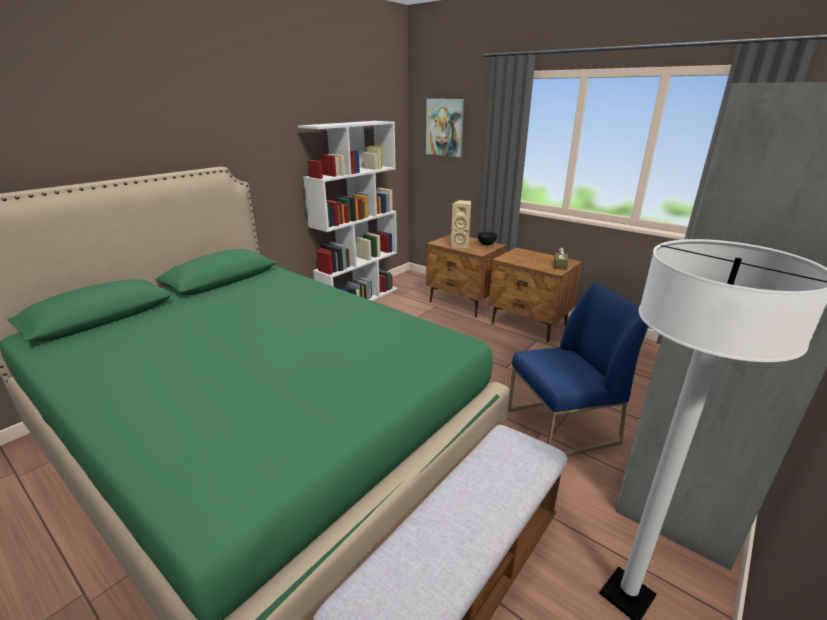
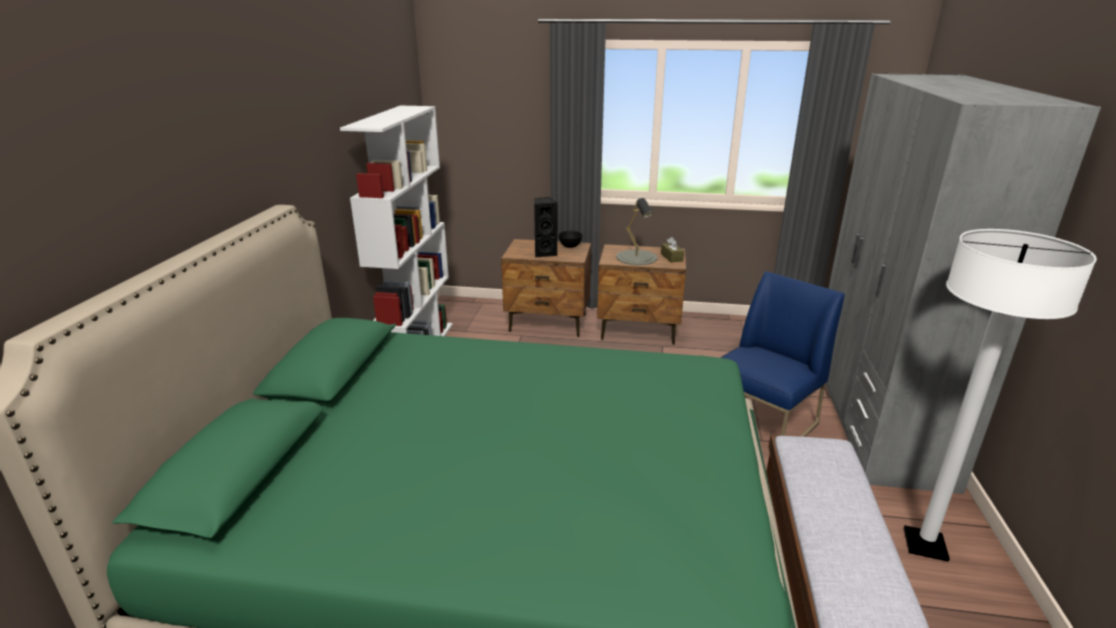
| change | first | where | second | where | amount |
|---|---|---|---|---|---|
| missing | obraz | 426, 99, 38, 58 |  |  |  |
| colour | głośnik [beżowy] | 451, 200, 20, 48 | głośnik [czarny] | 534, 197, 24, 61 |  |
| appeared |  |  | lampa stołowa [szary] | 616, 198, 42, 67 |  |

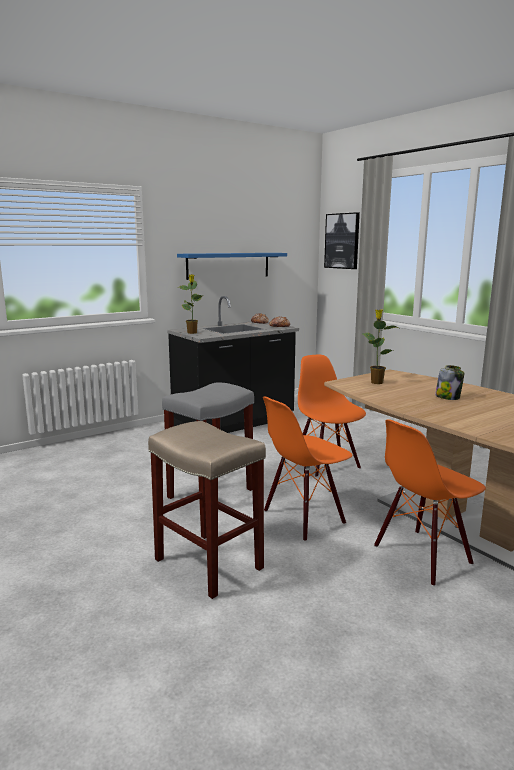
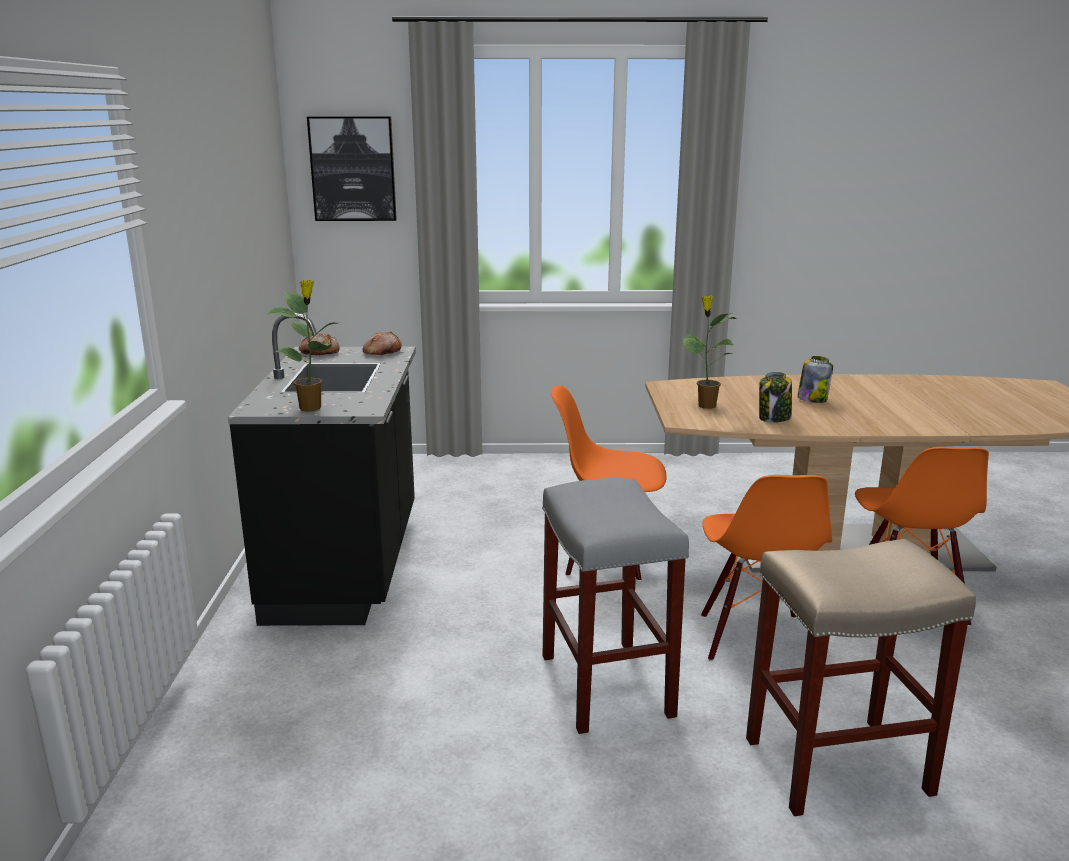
| change | first | where | second | where | amount |
|---|---|---|---|---|---|
| missing | półka [niebieski] | 177, 253, 110, 27 |  |  |  |
| appeared |  |  | słoik | 759, 372, 33, 51 |  |

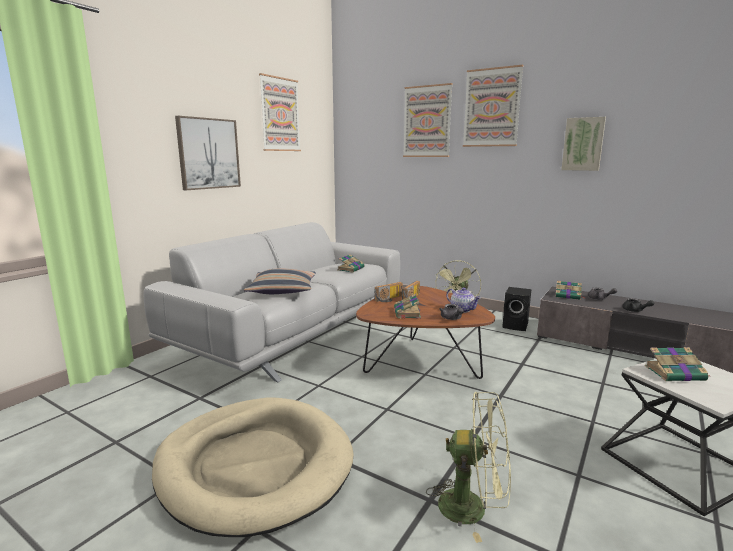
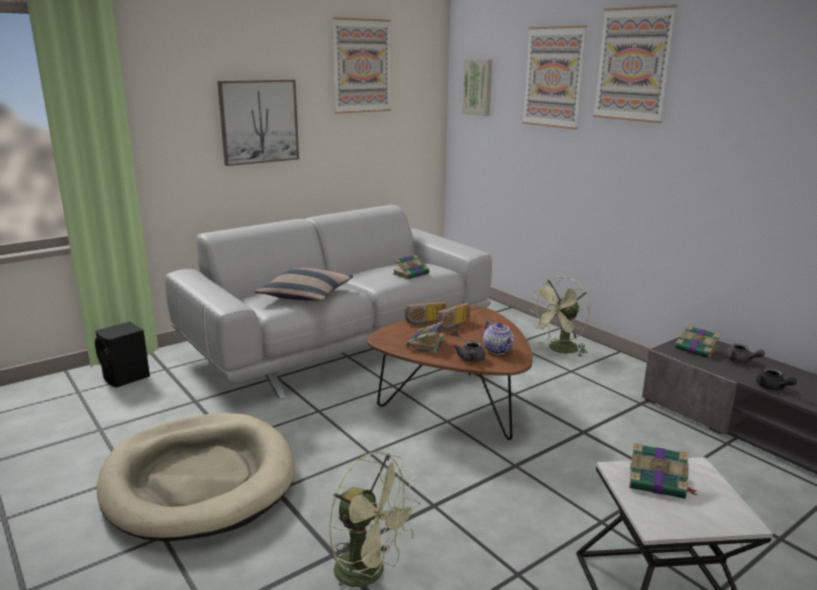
| change | first | where | second | where | amount |
|---|---|---|---|---|---|
| relocated | głośnik [czarny] | 502, 287, 30, 44 |  | 95, 322, 55, 66 |  |
| relocated | obraz | 561, 117, 45, 54 |  | 462, 59, 30, 57 |  |

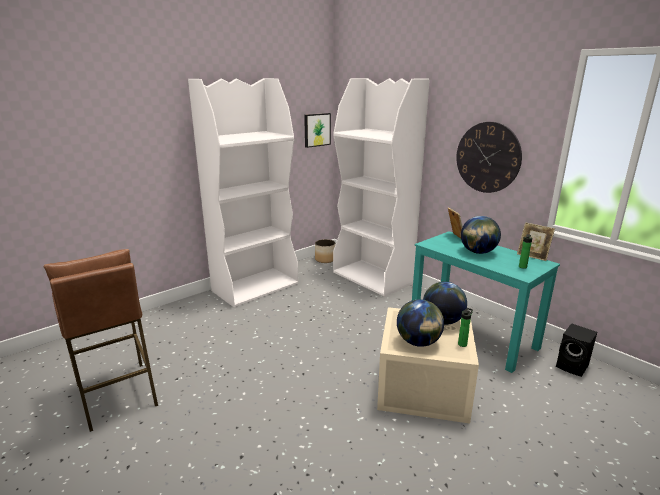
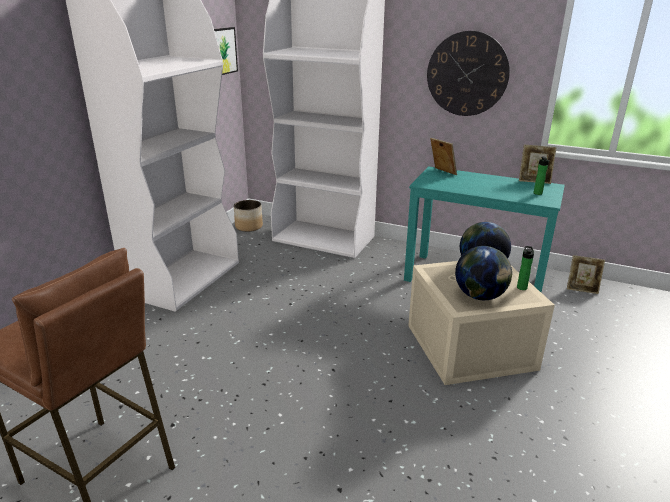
| change | first | where | second | where | amount |
|---|---|---|---|---|---|
| missing | globus | 461, 216, 40, 38 |  |  |  |
| exchanged | głośnik [czarny] | 556, 323, 41, 54 | ramka na zdjęcie | 567, 255, 38, 39 |  |

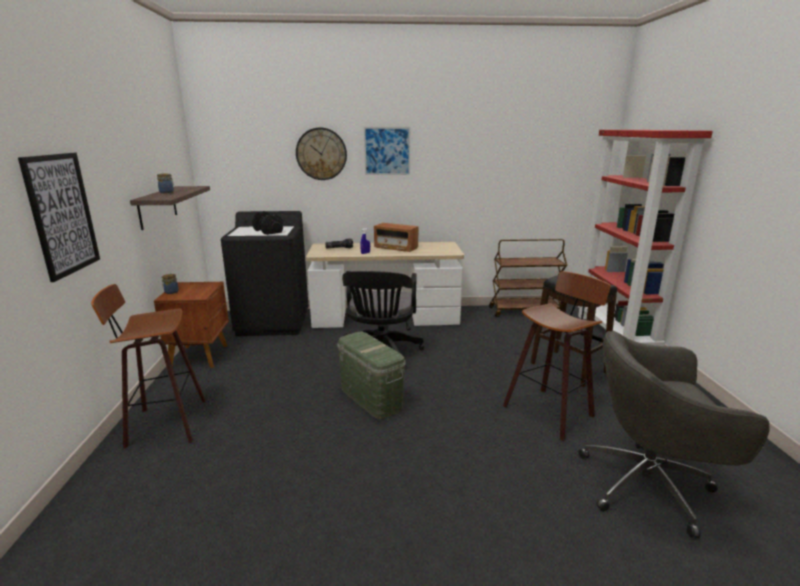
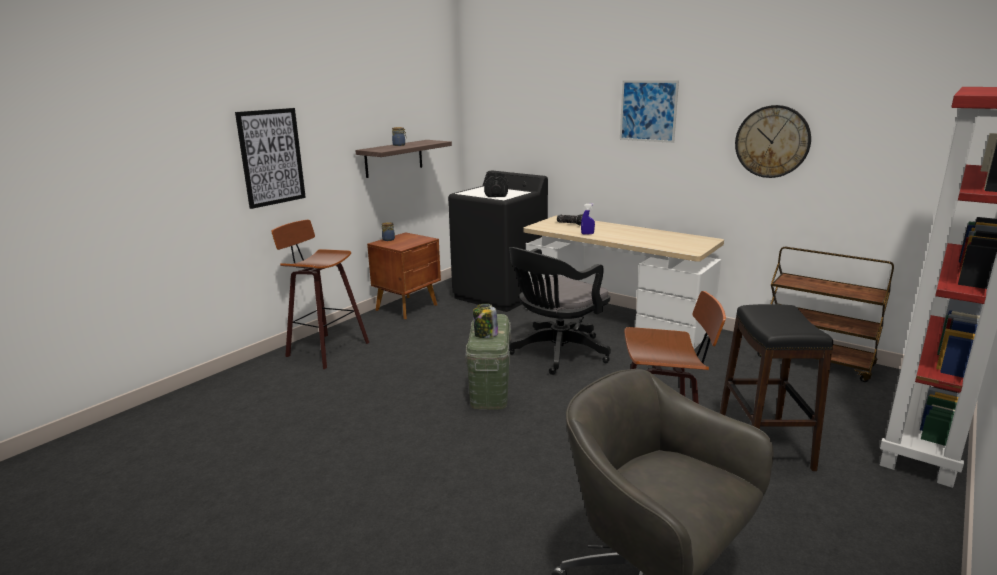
| change | first | where | second | where | amount |
|---|---|---|---|---|---|
| relocated | zegar ścienny | 296, 127, 51, 53 |  | 735, 105, 76, 73 |  |
| missing | radio | 374, 223, 44, 29 |  |  |  |
| appeared |  |  | słoik | 473, 304, 25, 34 |  |

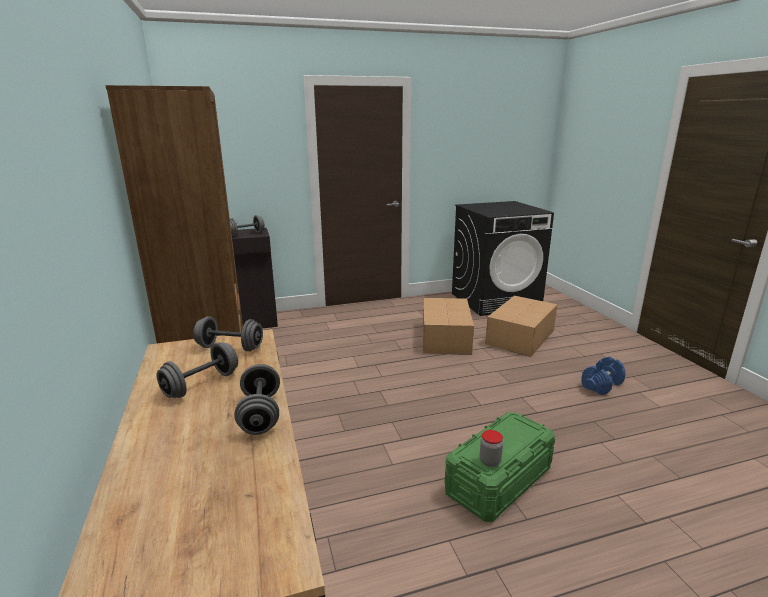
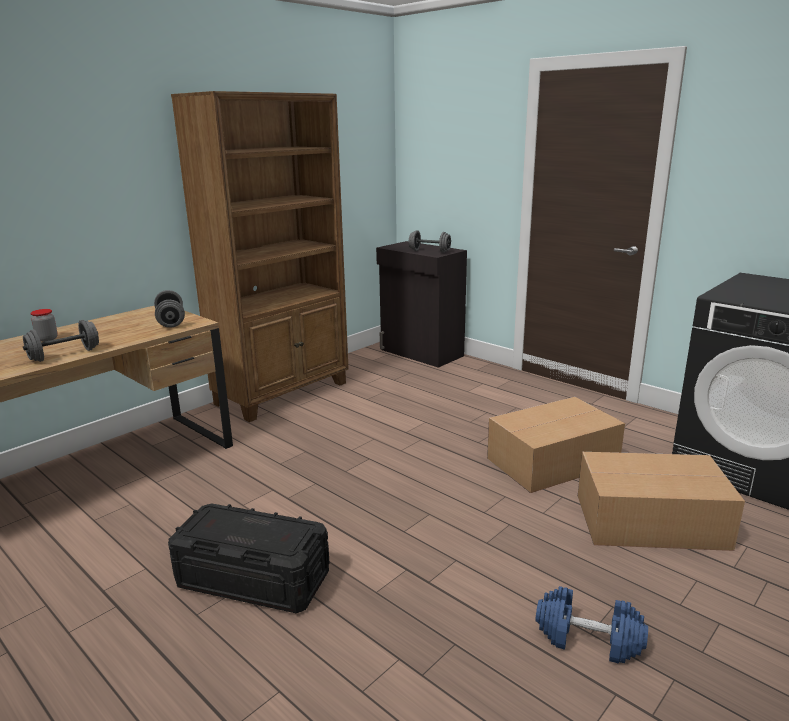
| change | first | where | second | where | amount |
|---|---|---|---|---|---|
| missing | hantel [szary] | 157, 342, 81, 56 |  |  |  |
| colour | pojemnik do przechowywania [zielony] | 445, 412, 110, 110 | pojemnik do przechowywania [czarny] | 168, 503, 162, 110 |  |
| relocated | słoik | 480, 430, 23, 37 |  | 30, 309, 28, 33 |  |

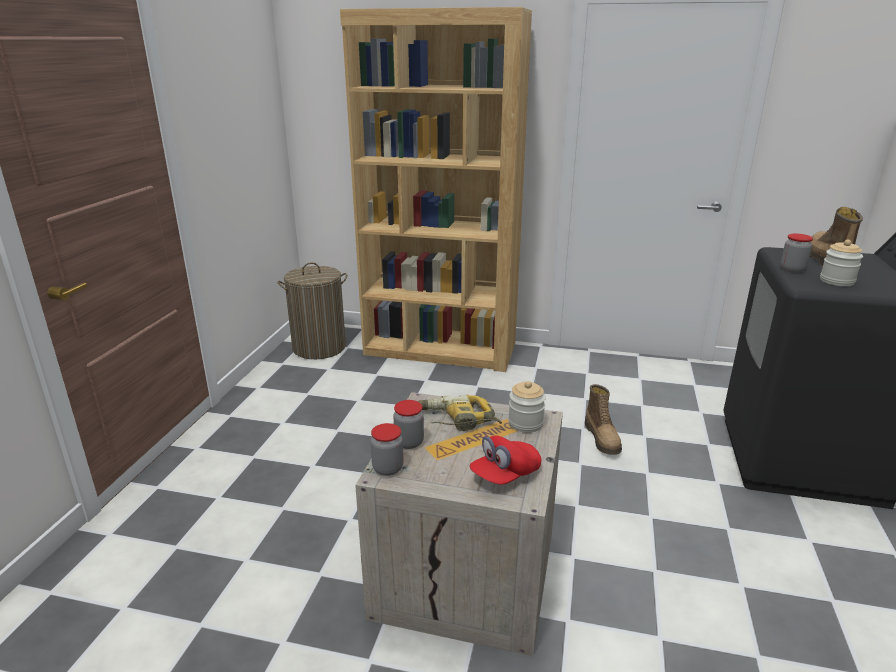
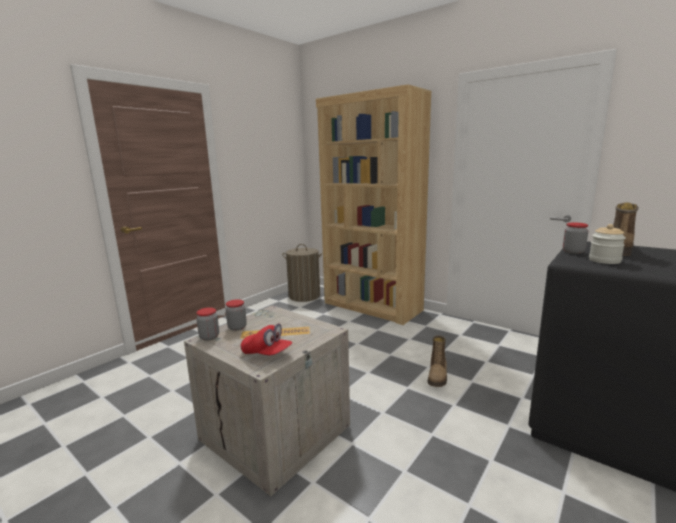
| change | first | where | second | where | amount |
|---|---|---|---|---|---|
| missing | wiertarka | 418, 394, 84, 37 |  |  |  |
| spun | czapka z daszkiem [czerwony] | 469, 436, 72, 49 |  | 241, 323, 51, 32 | 135 degrees counterclockwise |
| missing | słoik | 508, 381, 38, 52 |  |  |  |

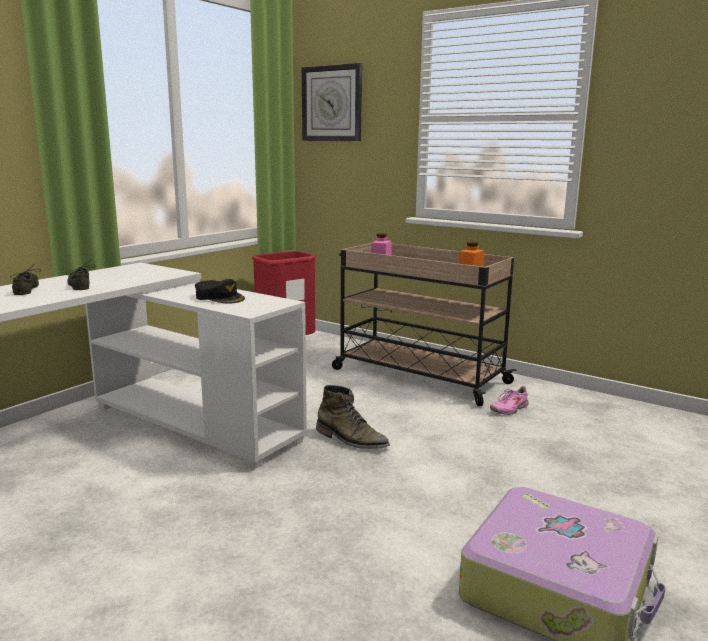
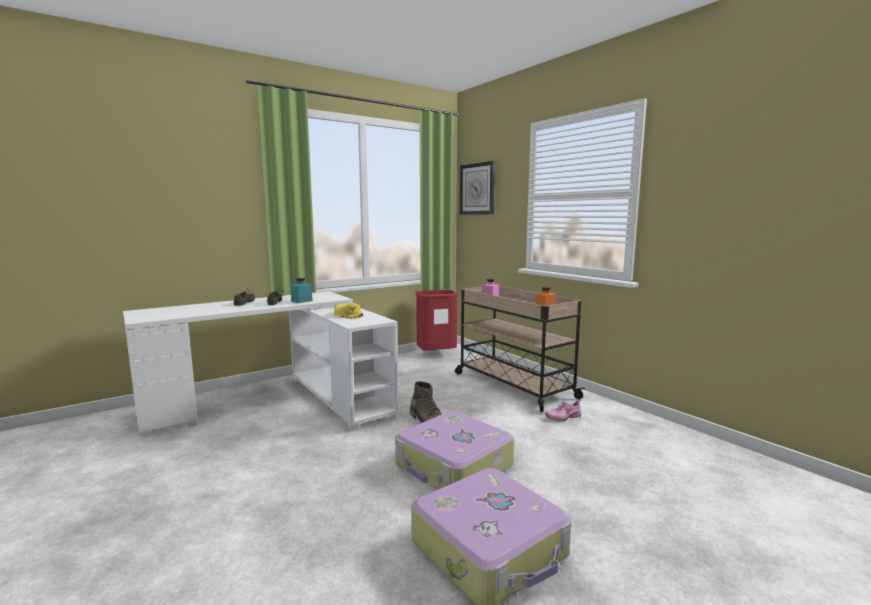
| change | first | where | second | where | amount |
|---|---|---|---|---|---|
| colour | czapka z daszkiem [czarny] | 195, 279, 50, 25 | czapka z daszkiem [żółty] | 334, 303, 29, 16 |  |
| appeared |  |  | słoik [turkusowy] | 291, 278, 22, 25 |  |
| appeared |  |  | walizka | 395, 411, 119, 78 |  |

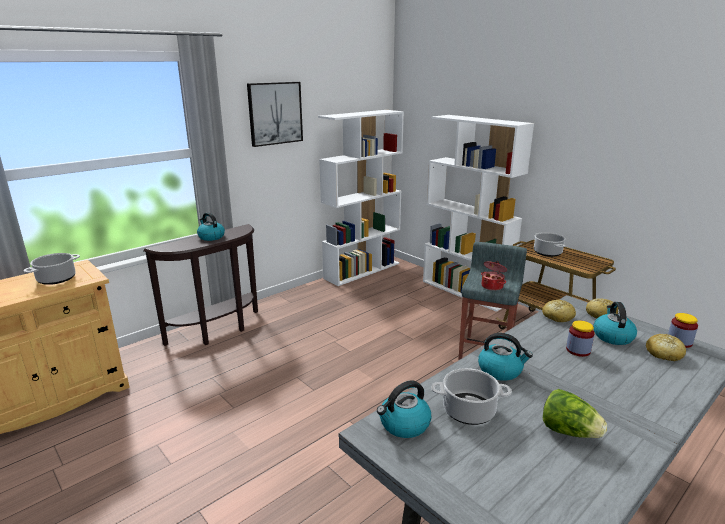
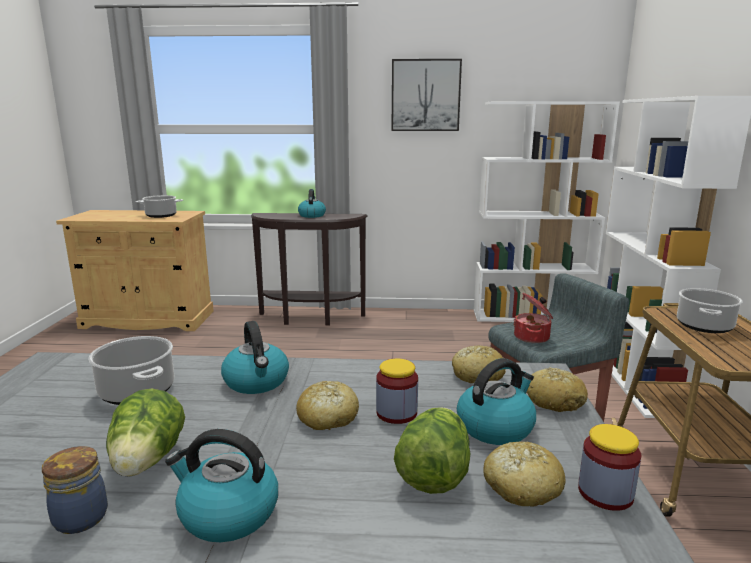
| change | first | where | second | where | amount |
|---|---|---|---|---|---|
| relocated | czajnik | 377, 380, 54, 58 |  | 165, 429, 113, 113 |  |
| appeared |  |  | słoik | 42, 446, 66, 88 |  |
| appeared |  |  | chleb | 296, 381, 63, 49 |  |
| appeared |  |  | sałata | 394, 407, 77, 87 |  |

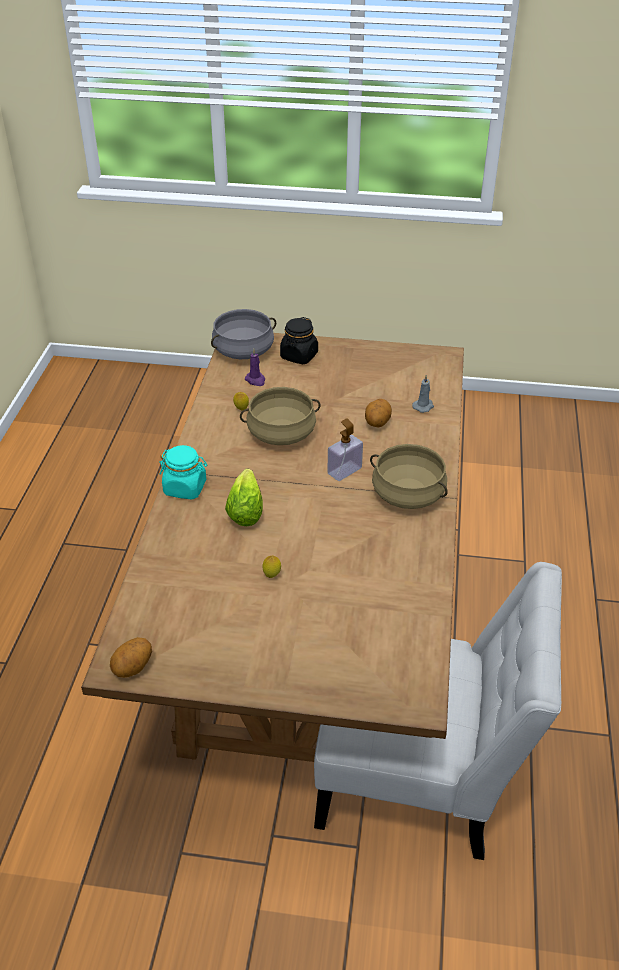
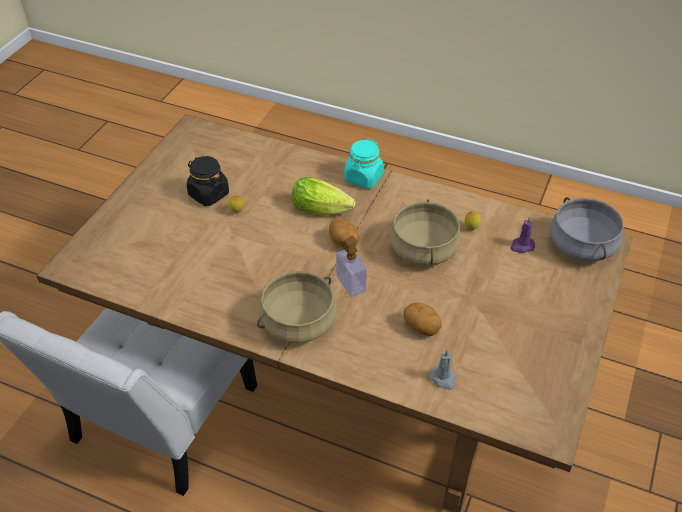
| change | first | where | second | where | amount |
|---|---|---|---|---|---|
| relocated | ziemniak | 110, 637, 42, 41 |  | 329, 219, 30, 28 |  |
| relocated | słoik [czarny] | 280, 317, 38, 47 |  | 187, 156, 42, 50 |  |

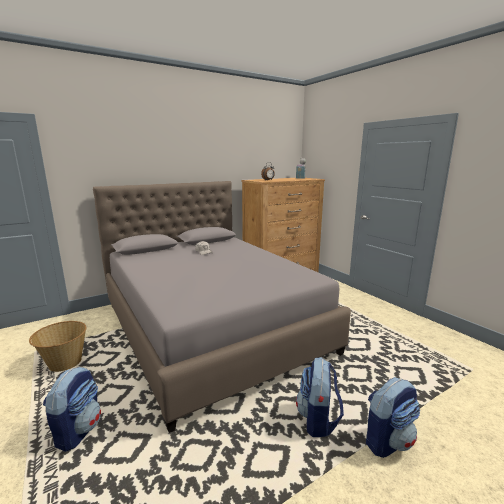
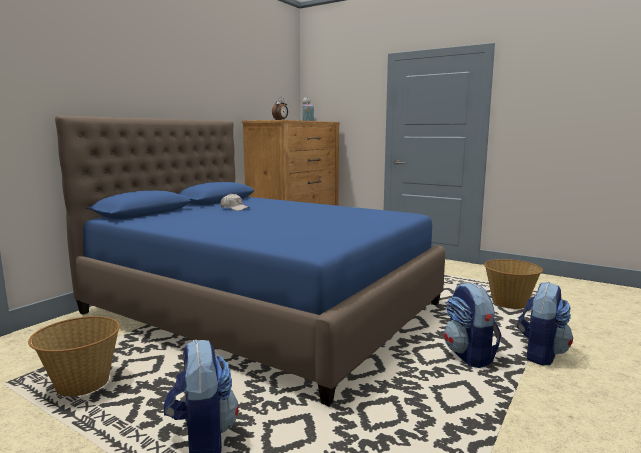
| change | first | where | second | where | amount |
|---|---|---|---|---|---|
| colour | łóżko [szary] | 93, 181, 258, 252 | łóżko [niebieski] | 55, 115, 390, 291 |  |
| appeared |  |  | koszyk | 484, 259, 59, 50 |  |

